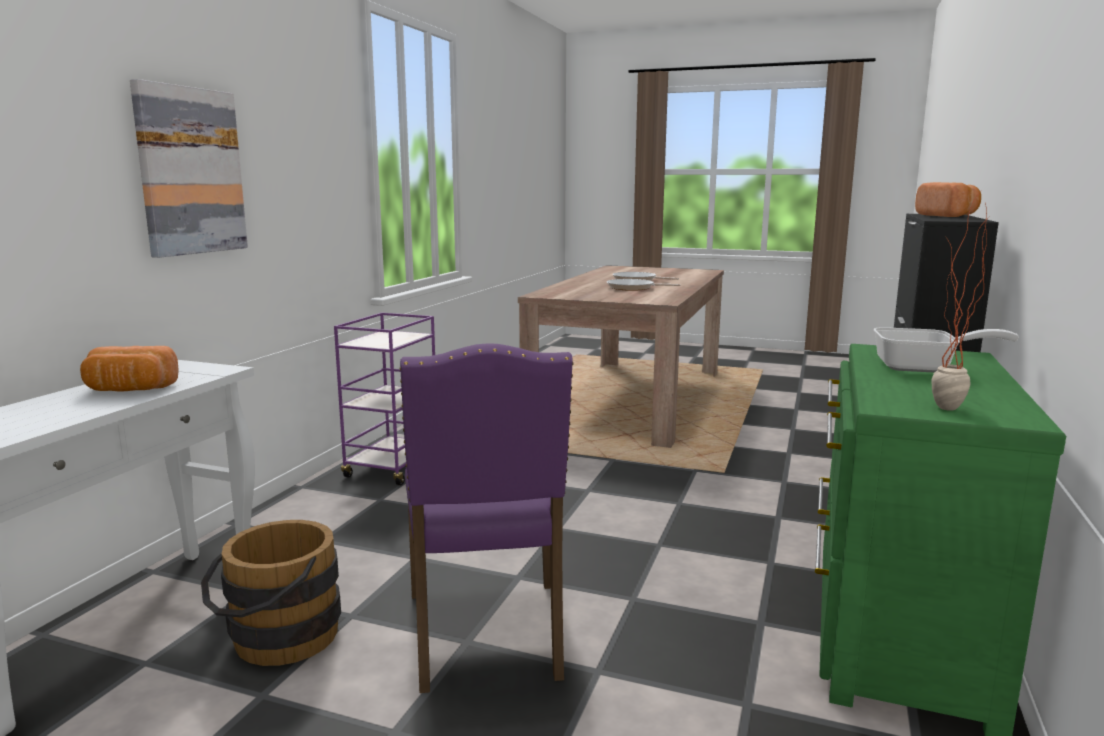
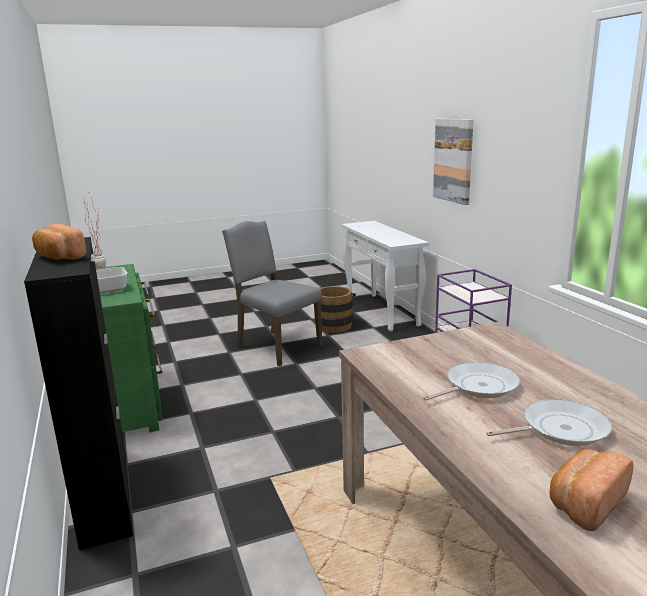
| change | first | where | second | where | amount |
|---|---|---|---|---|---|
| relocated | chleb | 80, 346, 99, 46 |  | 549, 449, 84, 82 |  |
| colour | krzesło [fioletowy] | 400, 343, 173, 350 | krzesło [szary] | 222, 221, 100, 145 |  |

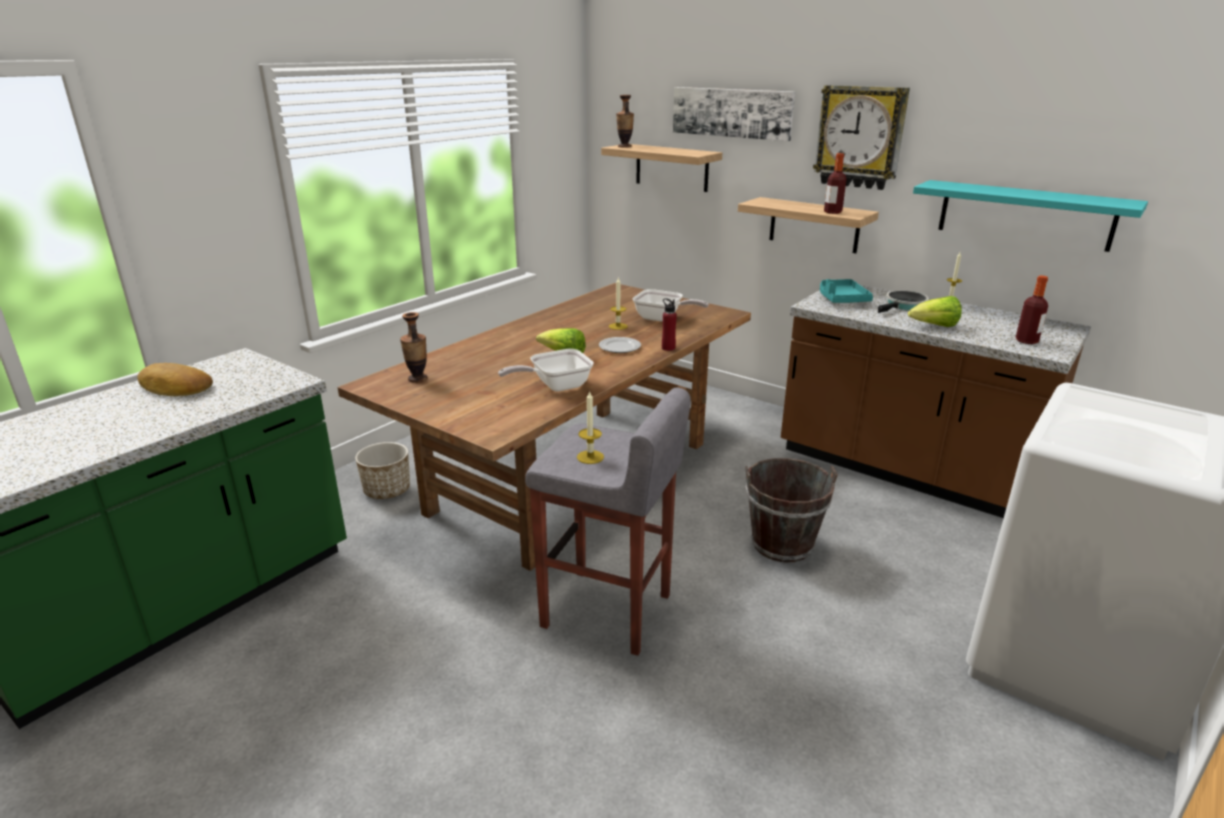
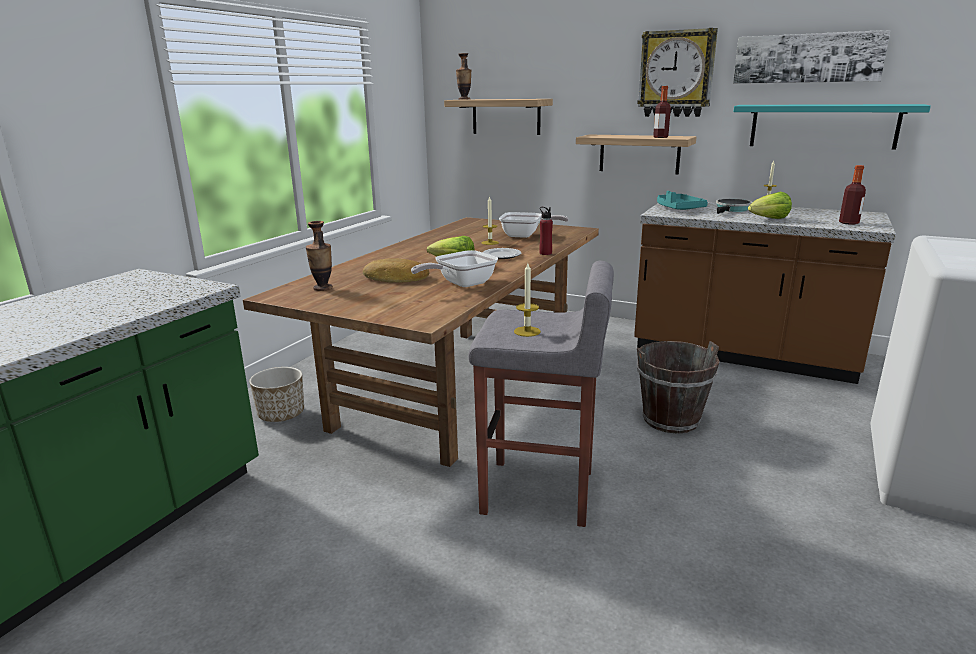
| change | first | where | second | where | amount |
|---|---|---|---|---|---|
| relocated | chleb | 137, 363, 76, 33 |  | 363, 258, 66, 25 |  |
| relocated | obraz | 673, 87, 122, 54 |  | 733, 30, 157, 54 |  |

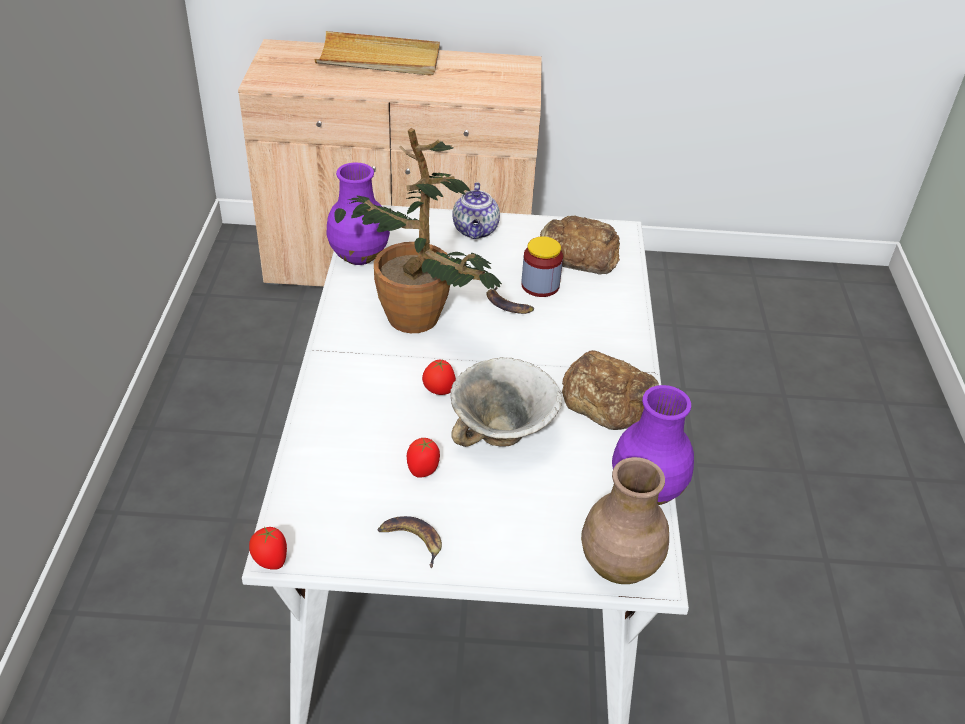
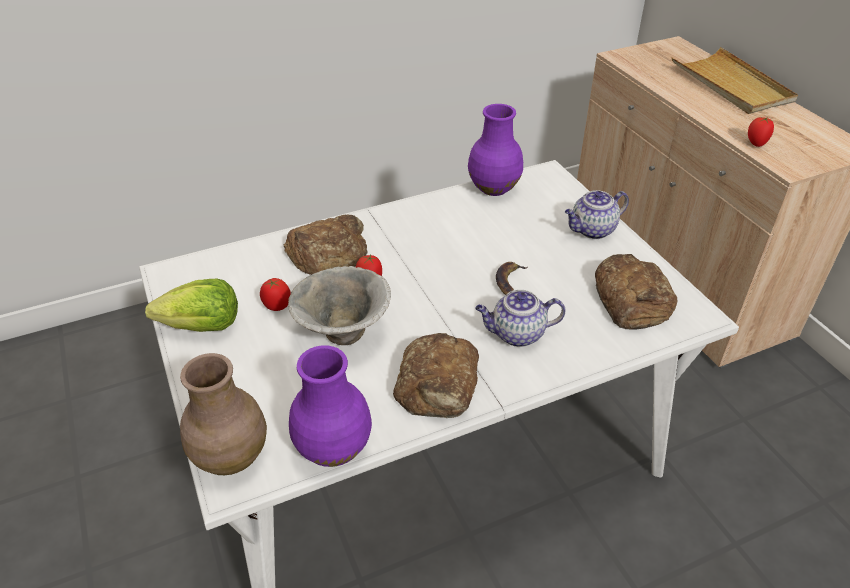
| change | first | where | second | where | amount |
|---|---|---|---|---|---|
| relocated | pomidor | 249, 527, 38, 43 |  | 748, 117, 26, 30 |  |
| missing | roślina doniczkowa | 334, 128, 168, 205 |  |  |  |
| exchanged | banan | 377, 516, 65, 52 | sałata | 145, 279, 93, 53 |  |
| missing | słoik | 521, 236, 42, 61 |  |  |  |
| appeared |  |  | chleb | 284, 215, 83, 60 |  |
| appeared |  |  | imbryk | 475, 290, 90, 57 |  |

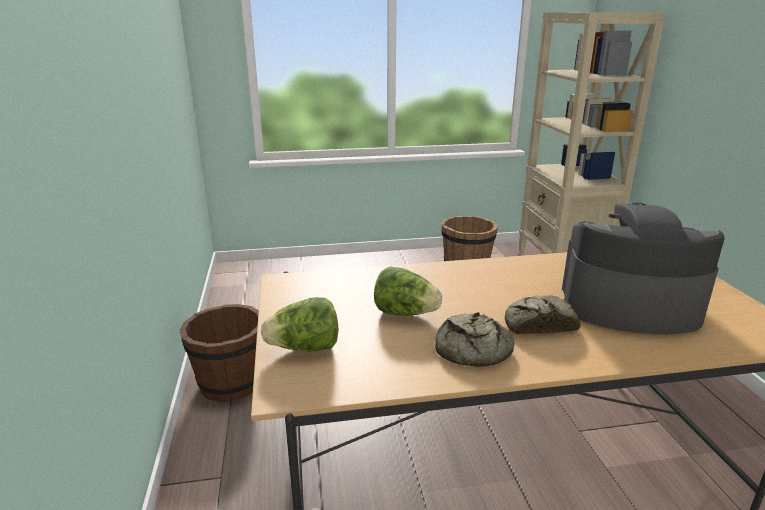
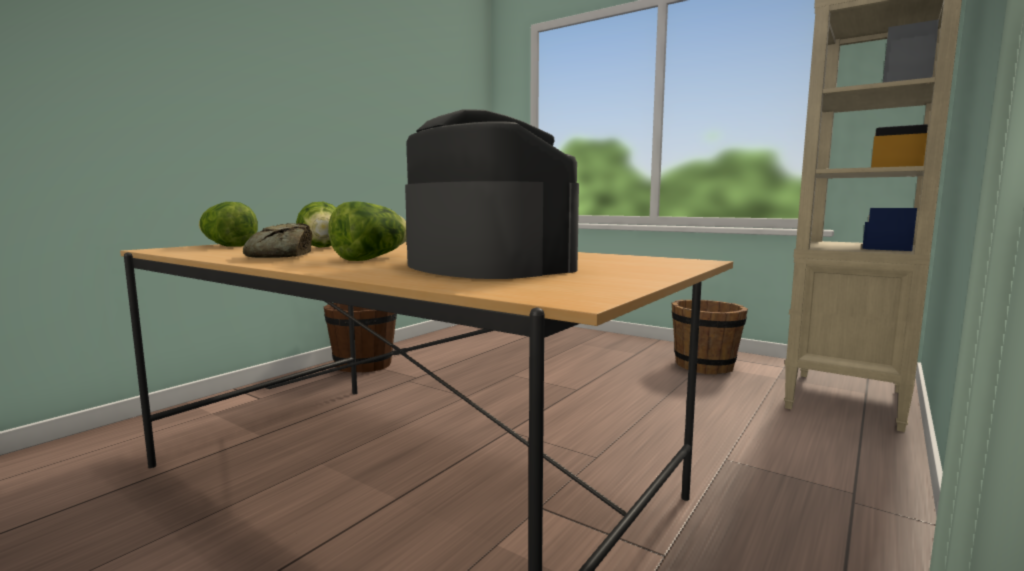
| change | first | where | second | where | amount |
|---|---|---|---|---|---|
| exchanged | chleb | 505, 295, 75, 39 | sałata | 328, 202, 79, 59 |  |

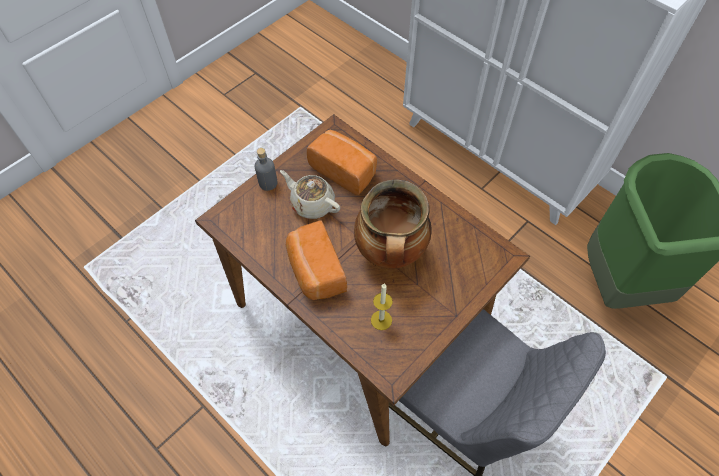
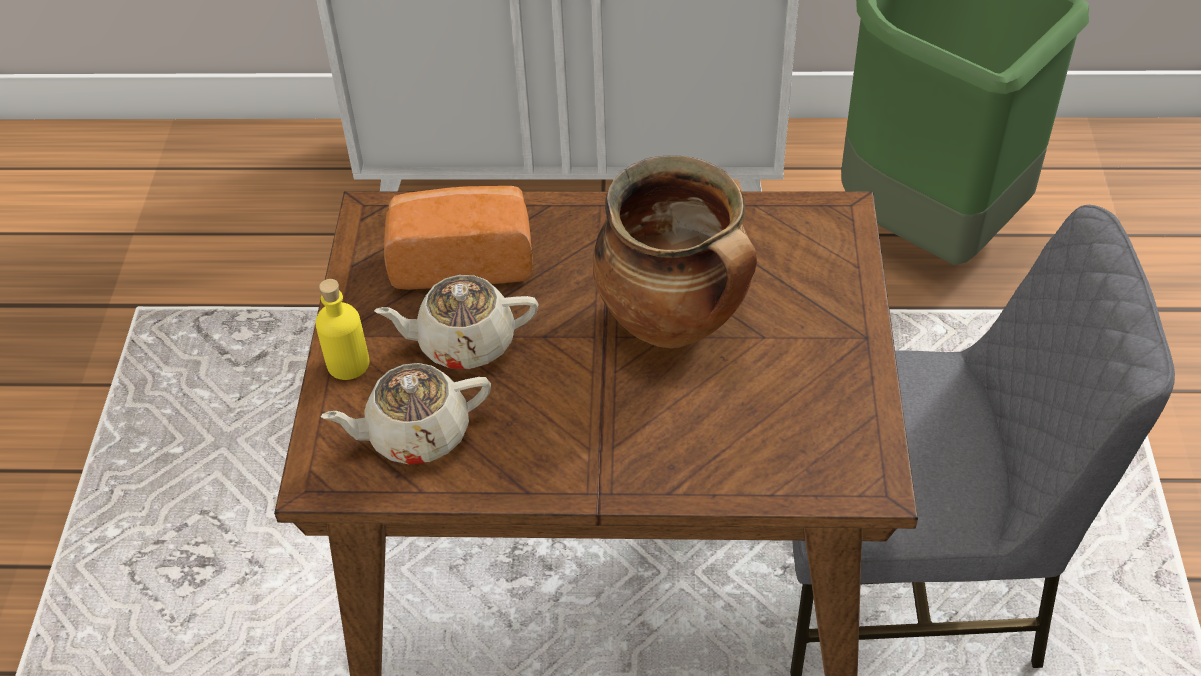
| change | first | where | second | where | amount |
|---|---|---|---|---|---|
| colour | butelka [szary] | 255, 148, 23, 43 | butelka [żółty] | 315, 279, 54, 101 |  |
| missing | chleb | 286, 220, 61, 80 |  |  |  |
| missing | świeca | 371, 283, 22, 47 |  |  |  |
| appeared |  |  | imbryk [beżowy] | 321, 363, 170, 101 |  |

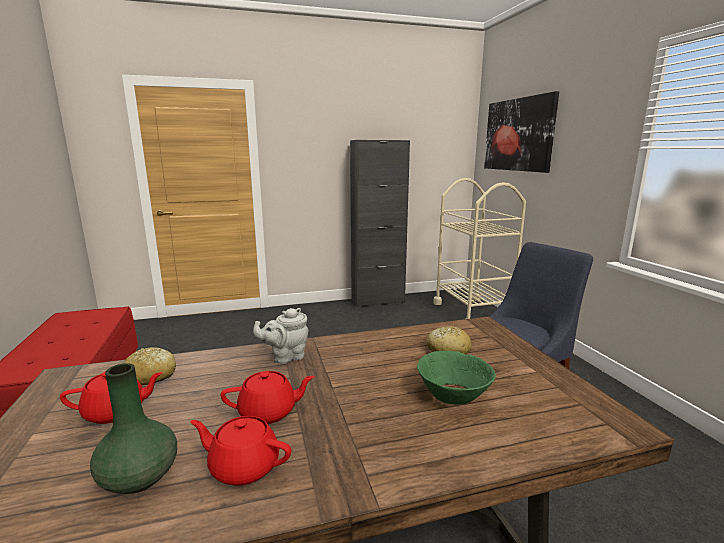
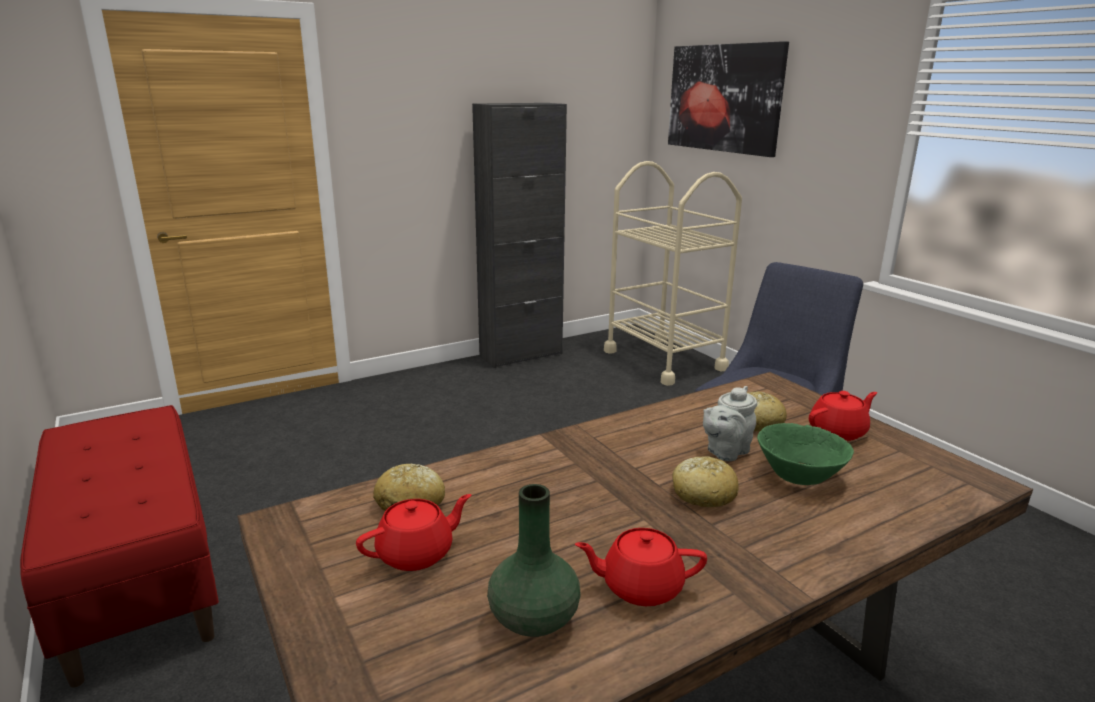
| change | first | where | second | where | amount |
|---|---|---|---|---|---|
| relocated | imbryk [czerwony] | 221, 371, 94, 53 |  | 809, 391, 69, 50 |  |
| relocated | imbryk [szary] | 253, 308, 56, 56 |  | 703, 386, 54, 75 |  |
| appeared |  |  | chleb | 672, 456, 67, 51 |  |

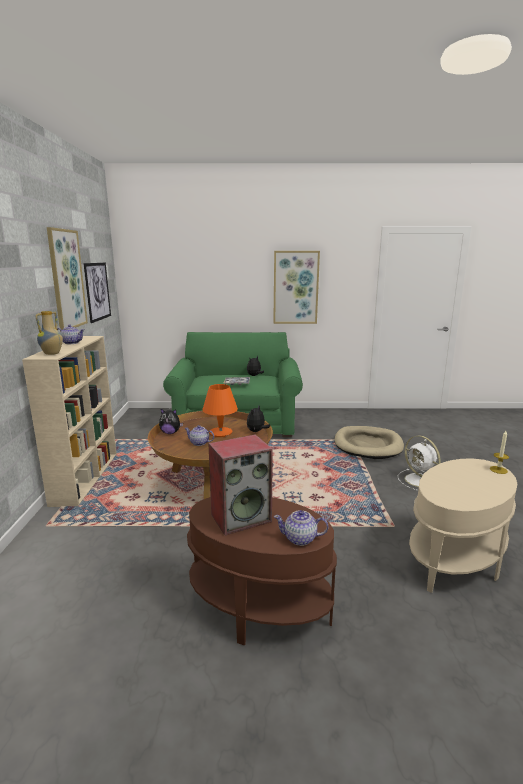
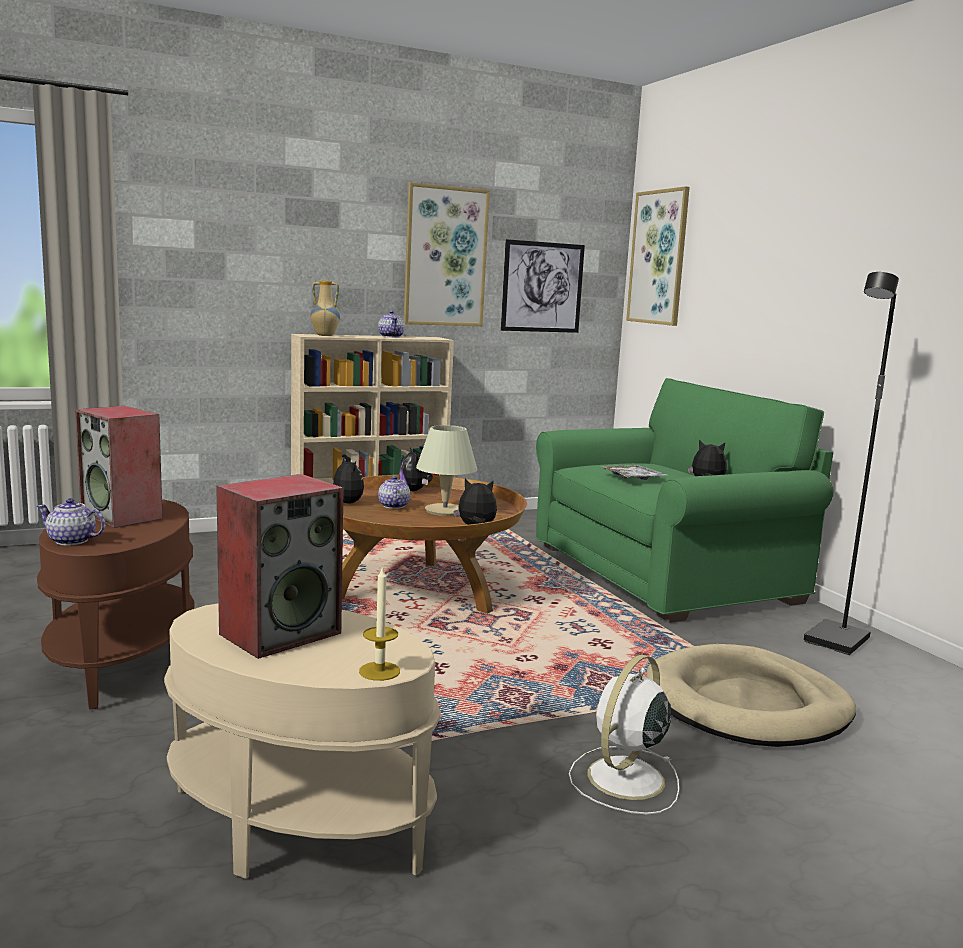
| change | first | where | second | where | amount |
|---|---|---|---|---|---|
| colour | lampa stołowa [pomarańczowy] | 202, 384, 36, 53 | lampa stołowa [beżowy] | 416, 425, 61, 91 |  |
| relocated | obraz | 273, 251, 47, 73 |  | 626, 186, 64, 140 |  |
| spun | imbryk | 274, 510, 54, 36 |  | 37, 498, 68, 47 | 60 degrees counterclockwise |
| appeared |  |  | głośnik | 216, 474, 128, 185 |  |
| appeared |  |  | pluszak | 331, 456, 33, 48 |  |
| appeared |  |  | lampa stojąca [czarny] | 804, 272, 95, 383 |  |

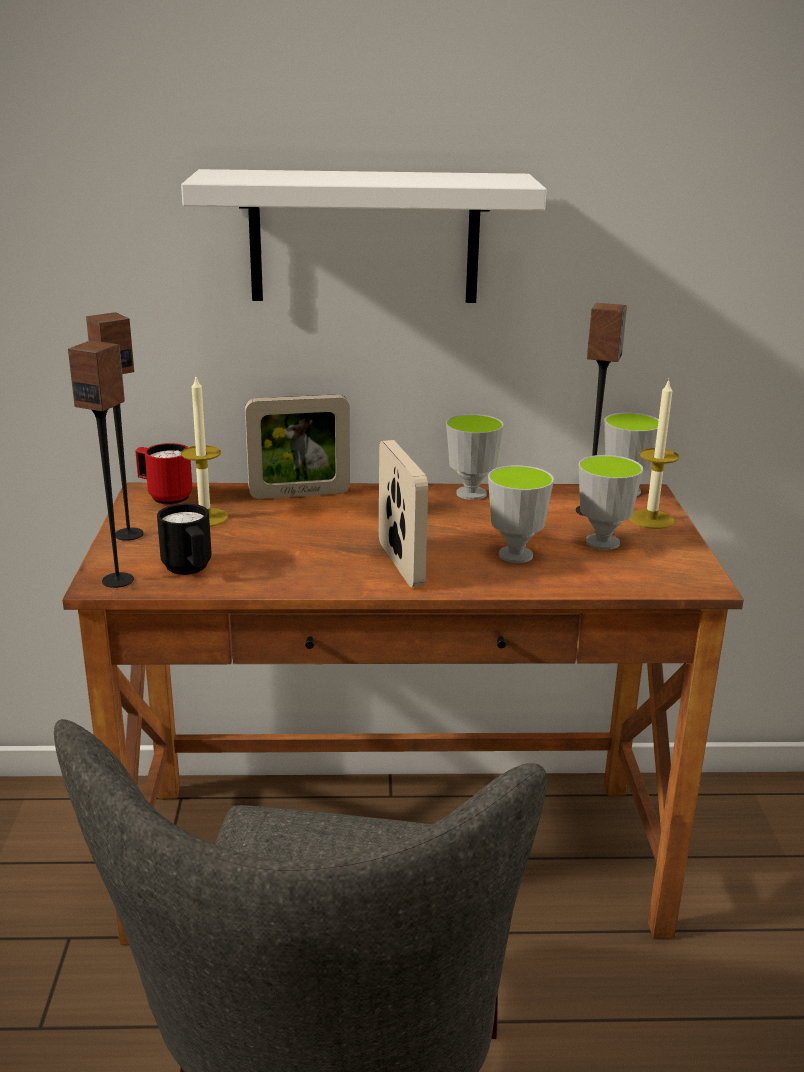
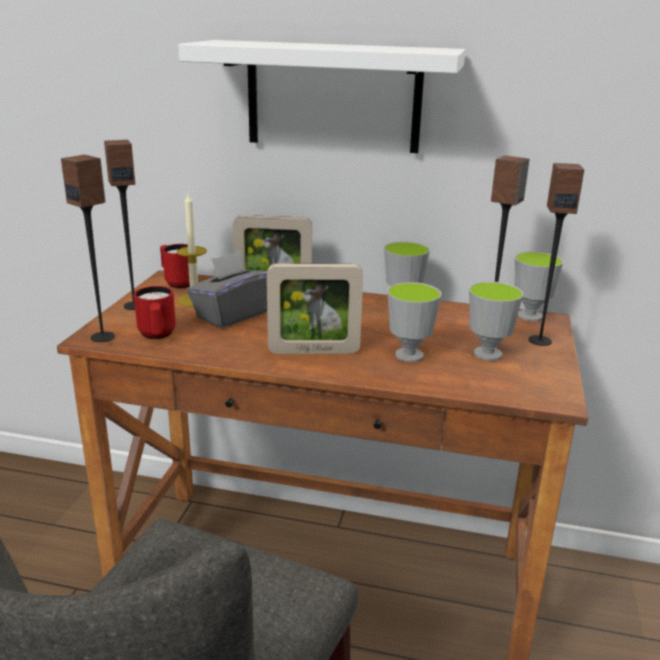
| change | first | where | second | where | amount |
|---|---|---|---|---|---|
| colour | kubek [czarny] | 157, 504, 55, 71 | kubek [czerwony] | 134, 286, 42, 53 |  |
| spun | ramka na zdjęcie | 379, 440, 49, 147 |  | 267, 263, 96, 91 | 90 degrees clockwise |
| exchanged | świeca | 629, 379, 50, 150 | głośnik | 528, 163, 56, 183 |  |
| appeared |  |  | pudełko chusteczek [szary] | 187, 251, 80, 77 |  |

